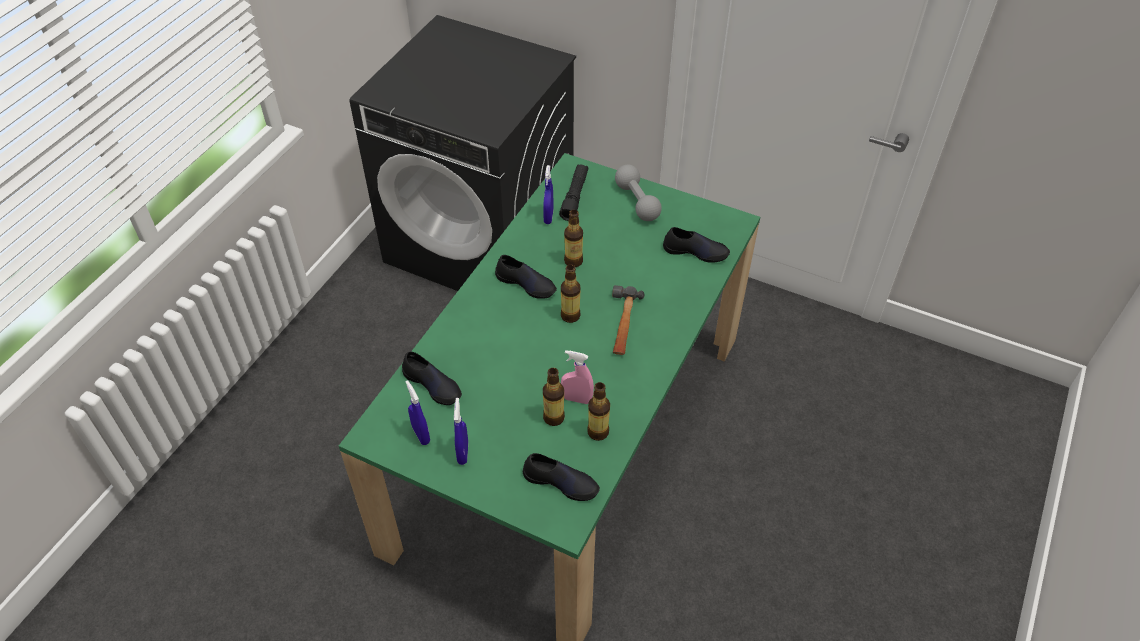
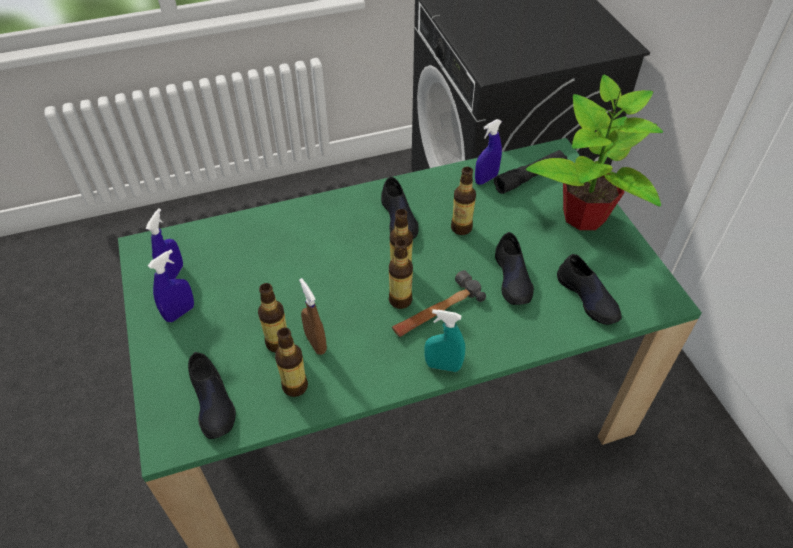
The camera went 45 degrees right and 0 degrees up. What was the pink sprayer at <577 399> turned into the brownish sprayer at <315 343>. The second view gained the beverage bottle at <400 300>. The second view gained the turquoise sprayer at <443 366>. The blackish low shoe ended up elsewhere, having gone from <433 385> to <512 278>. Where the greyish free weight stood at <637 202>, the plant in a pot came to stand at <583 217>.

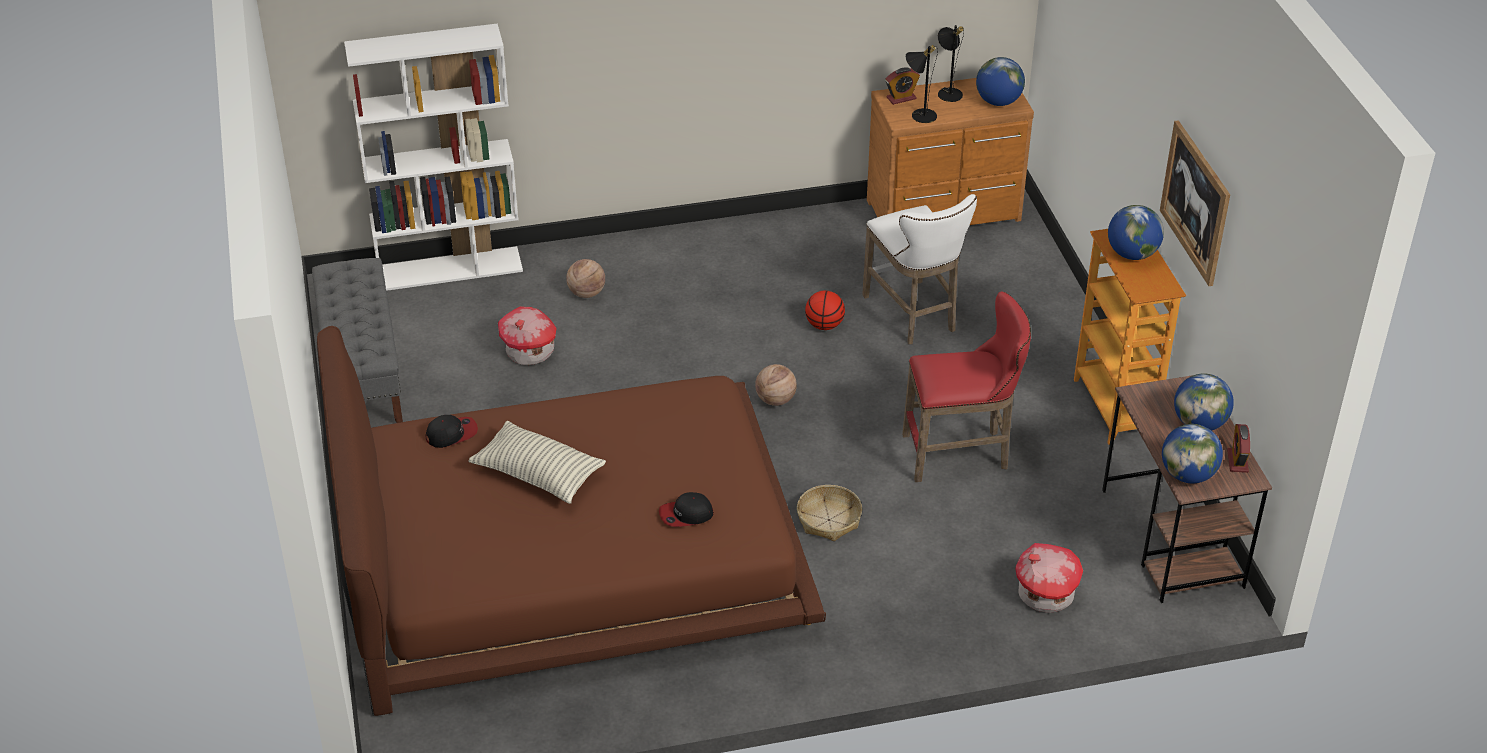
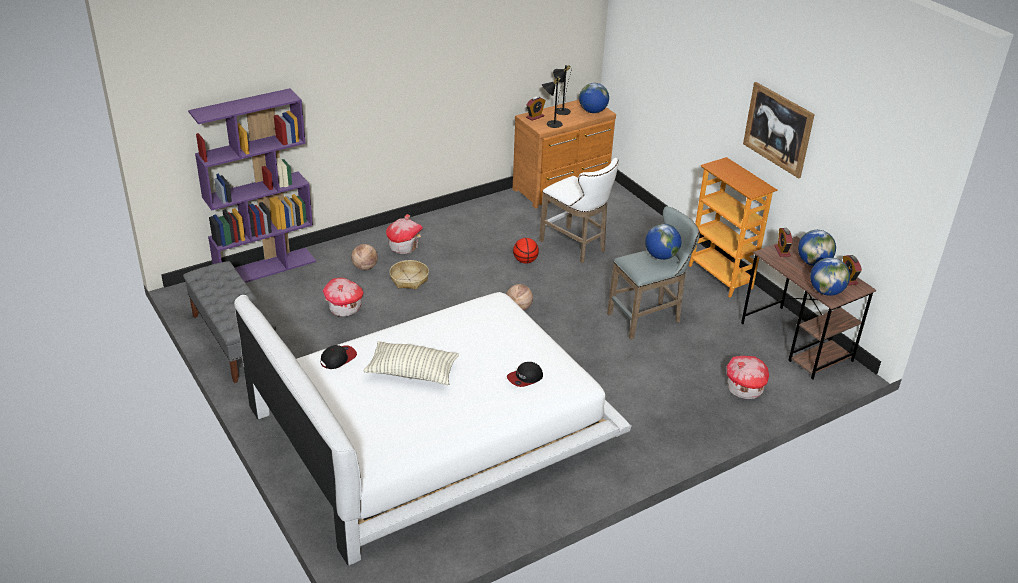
The camera went 20 degrees left and 5 degrees down. What was the white bookcase at <450 269> turned into the purple-coloured bookcase at <266 268>. What was the brownish bedroom bed at <569 554> turned into the white bedroom bed at <433 427>. The second view gained the toy house at <404 246>. The basket ended up elsewhere, having gone from <829 520> to <409 279>. What was the red stool seat at <961 454> turned into the greyish stool seat at <648 318>. The globe ended up elsewhere, having gone from <1132 254> to <661 256>. The second view gained the bedside clock at <782 251>.

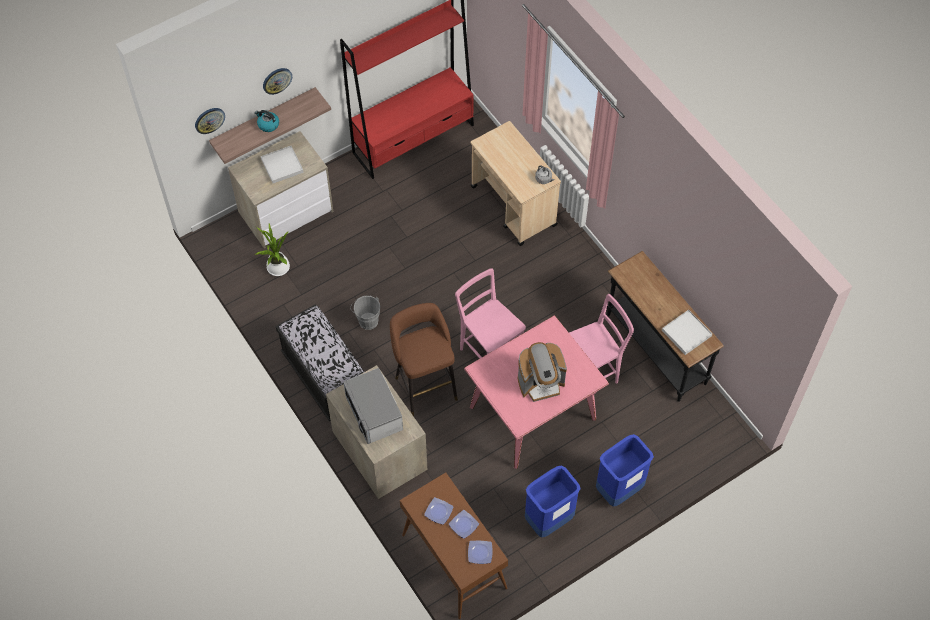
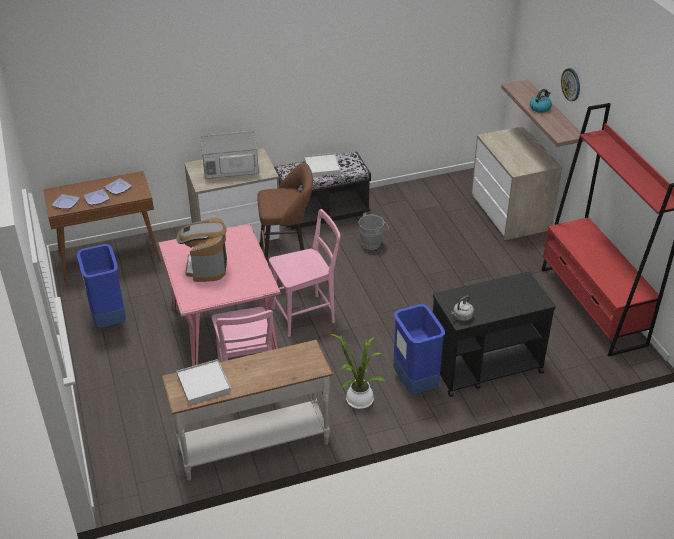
The camera went 105 degrees right and 20 degrees down. What was the blackish hall table at <655 349> turned into the white hall table at <253 444>. The white serving tray ended up elsewhere, having gone from <282 165> to <322 167>. The plant in a pot ended up elsewhere, having gone from <277 269> to <357 399>. The bluish trash can ended up elsewhere, having gone from <619 490> to <414 383>. What was the beige wheeled cart at <514 206> turned into the blackish wheeled cart at <484 367>. The second view lost the wall clock at <209 120>.

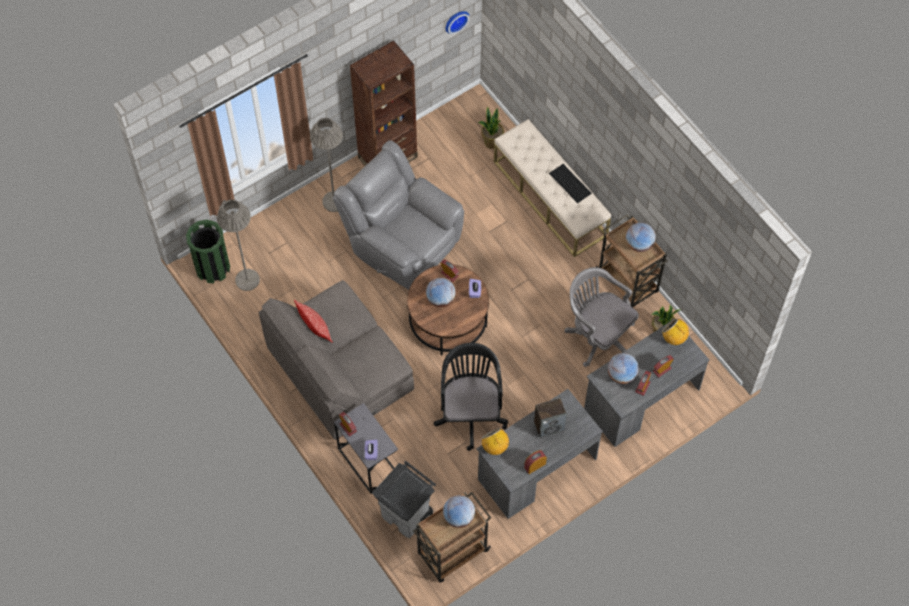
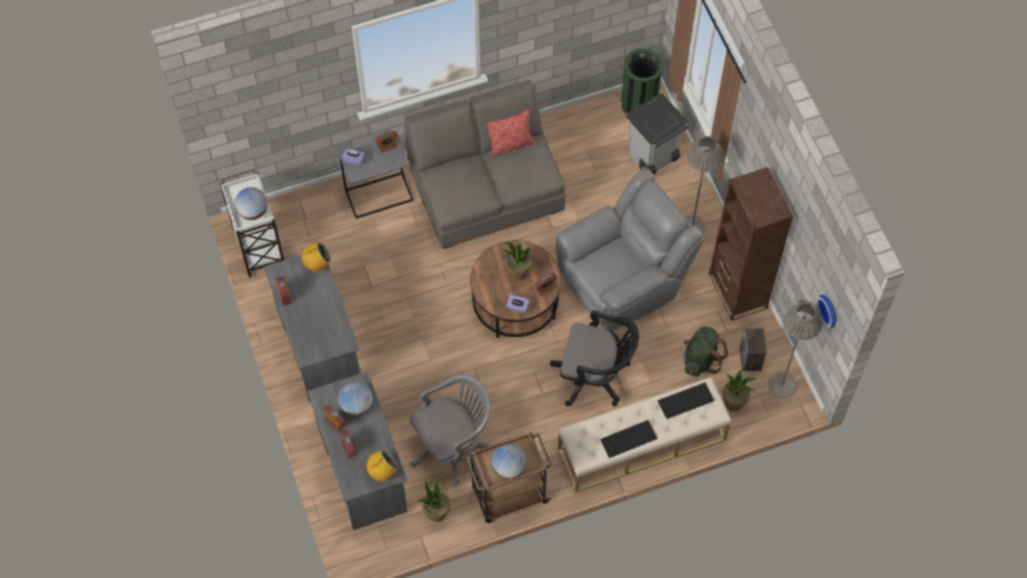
The camera went 105 degrees right and 0 degrees up. What was the brownish wheeled cart at <452 553> turned into the white wheeled cart at <258 245>. Where the globe stood at <440 299>, the plant in a pot came to stand at <518 272>. The blackish office chair ended up elsewhere, having gone from <470 412> to <595 376>. The greyish trash can ended up elsewhere, having gone from <407 515> to <652 158>. The second view gained the computer keyboard at <685 401>. The second view gained the green-coloured knapsack at <701 359>. The loudspeaker ended up elsewhere, having gone from <549 426> to <750 359>. The greyish standing lamp ended up elsewhere, having gone from <247 280> to <782 385>.

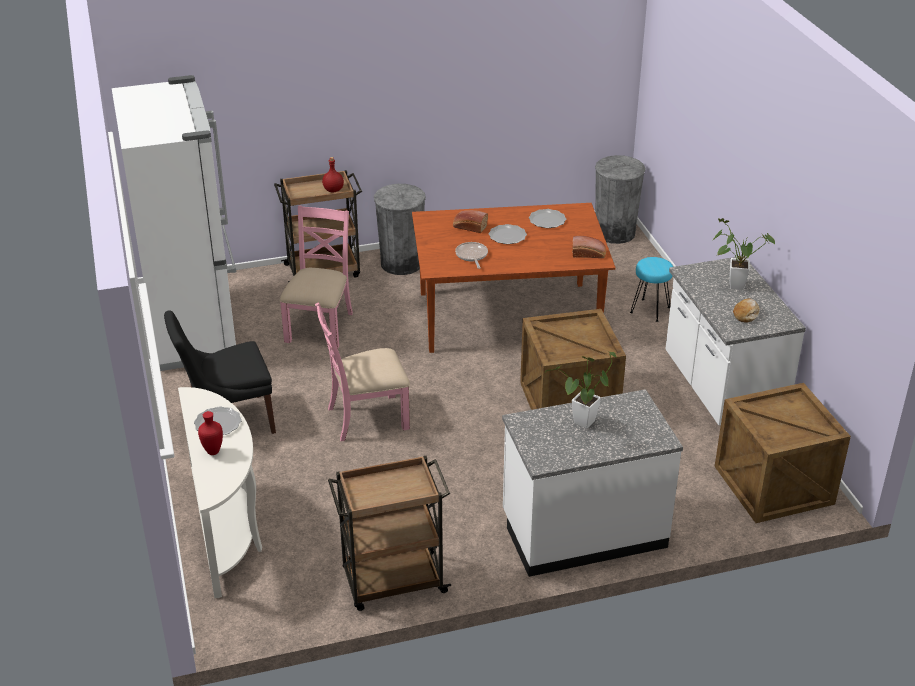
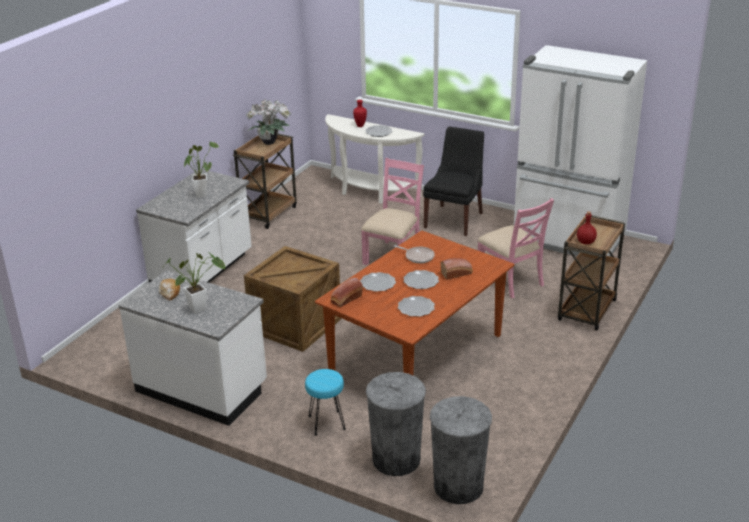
The camera went 135 degrees right and 5 degrees down. The second view gained the plant in a pot at <270 143>. The second view gained the dinner plate at <378 284>. The greyish trash can ended up elsewhere, having gone from <401 263> to <396 459>. The second view lost the packing crate at <775 485>.

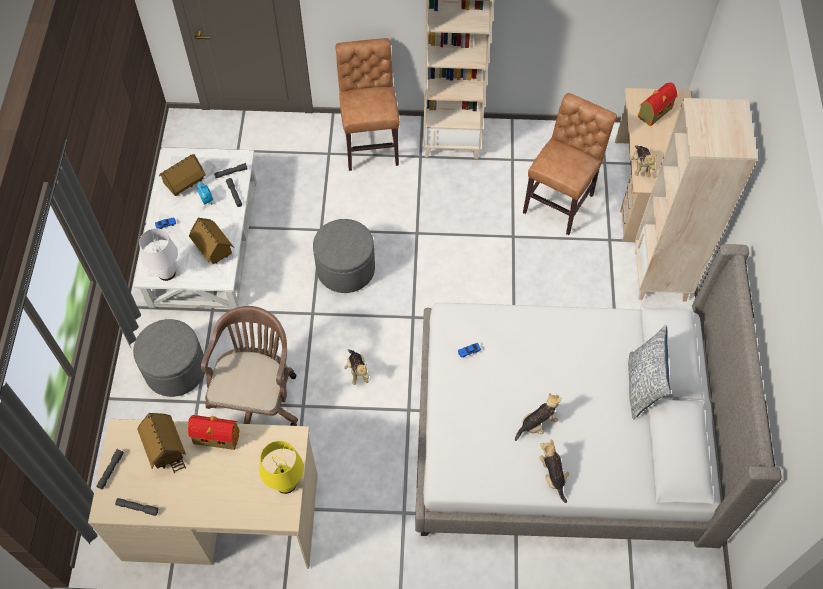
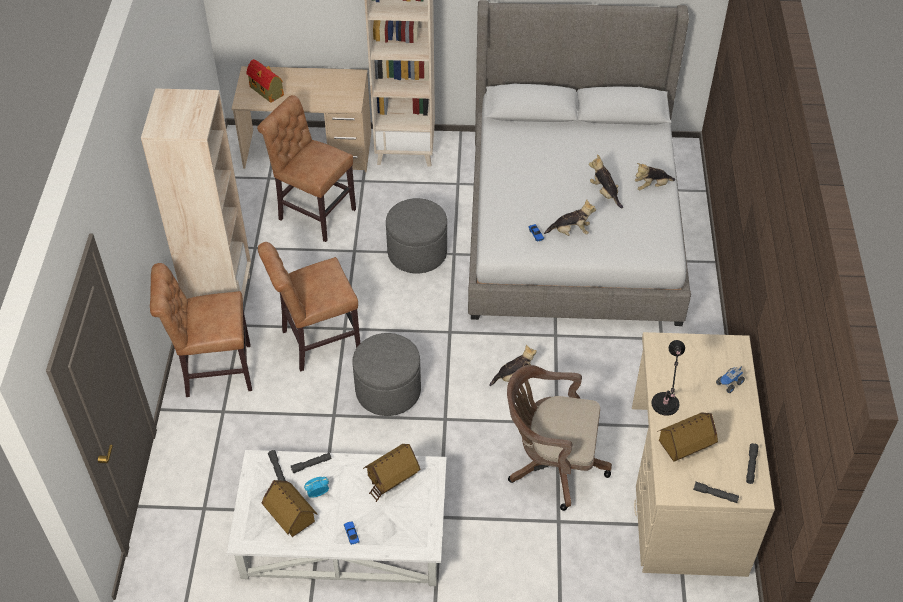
The camera went 90 degrees left and 10 degrees down. The second view gained the brownish upright chair at <316 342>. The greyish pouffe ended up elsewhere, having gone from <175 369> to <417 252>. The cuddly toy ended up elsewhere, having gone from <640 166> to <570 232>. Where the toy house stood at <215 437>, the blackish table lamp came to stand at <665 406>. The second view gained the toy truck at <729 384>. The second view lost the white table lamp at <166 273>. The second view lost the yellow-coloured table lamp at <286 484>. The second view lost the throw pillow at <642 386>.

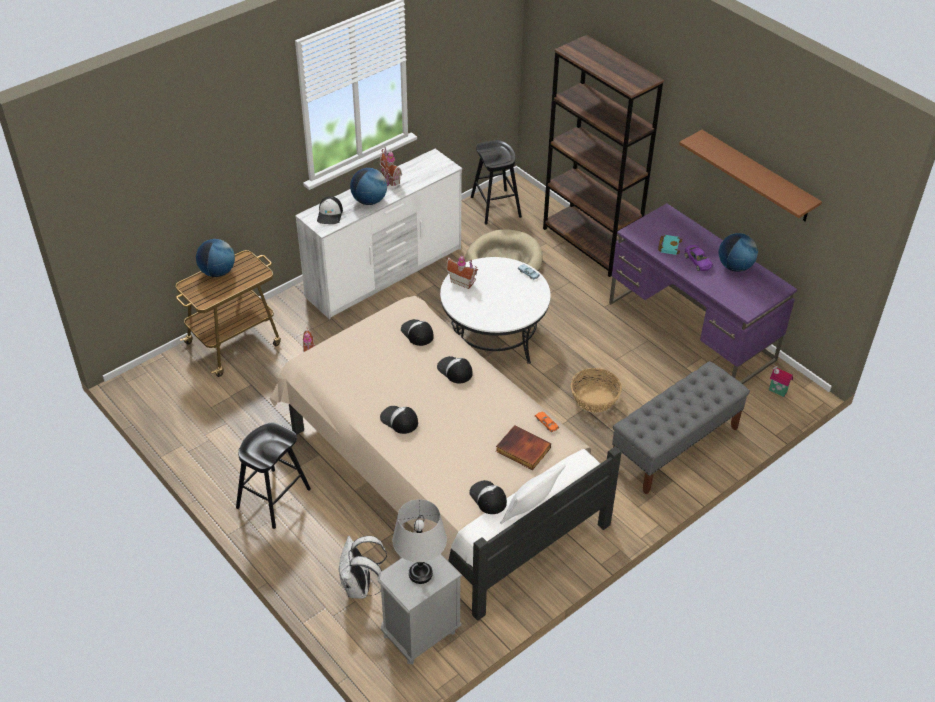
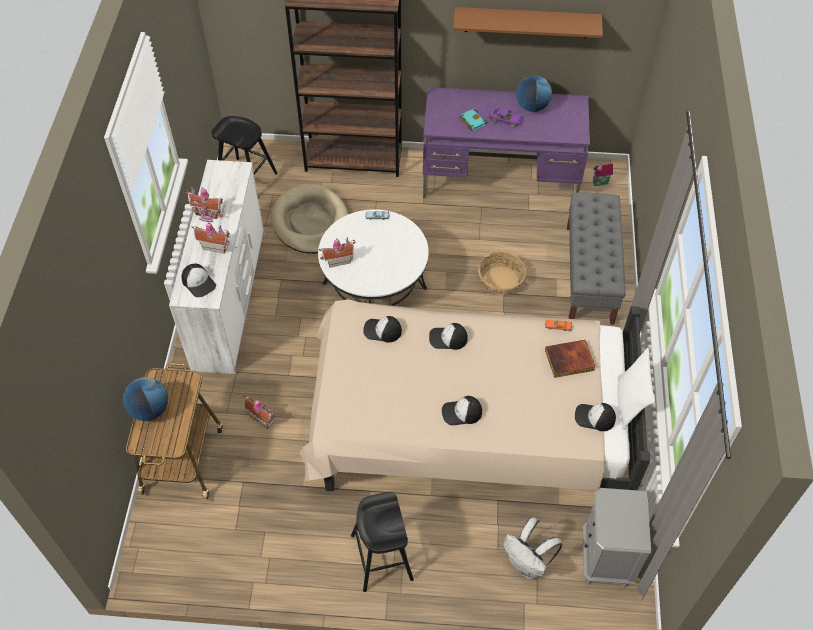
The camera went 45 degrees left and 10 degrees up. Where the globe stood at <369 201>, the toy house came to stand at <215 245>. The second view lost the greyish table lamp at <420 573>.

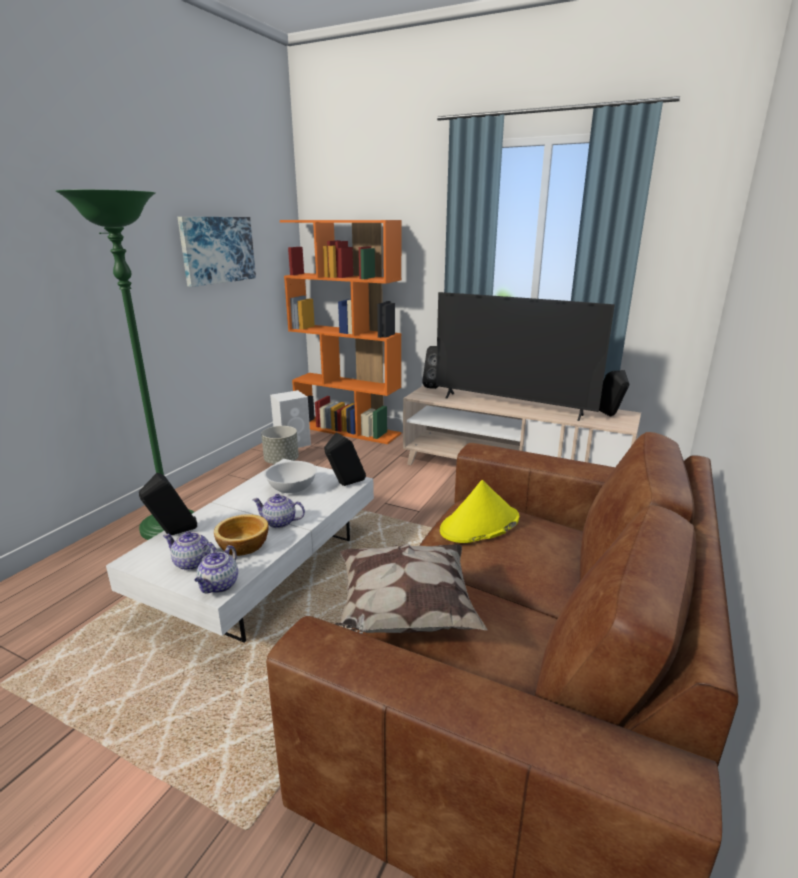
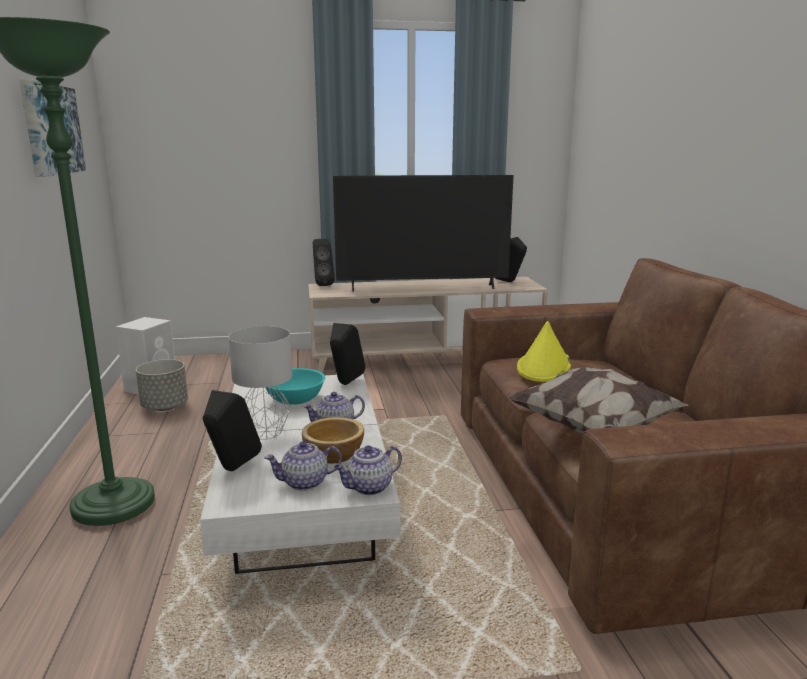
The camera went 35 degrees left and 5 degrees down. The second view gained the greyish table lamp at <267 433>. What was the white bowl at <291 488> turned into the turquoise bowl at <294 400>. The teapot at <219 586> ended up facing another way, 75 degrees clockwise from before. The second view lost the orange bookcase at <348 430>.

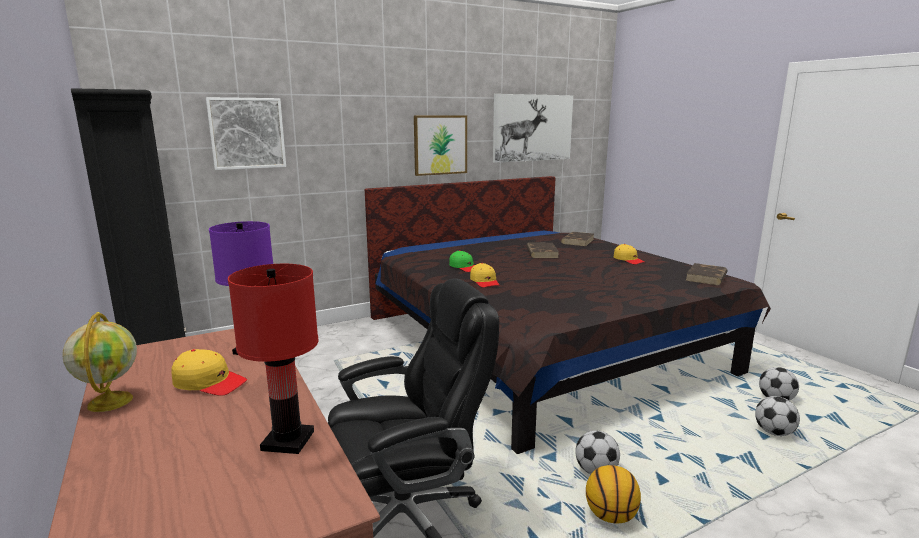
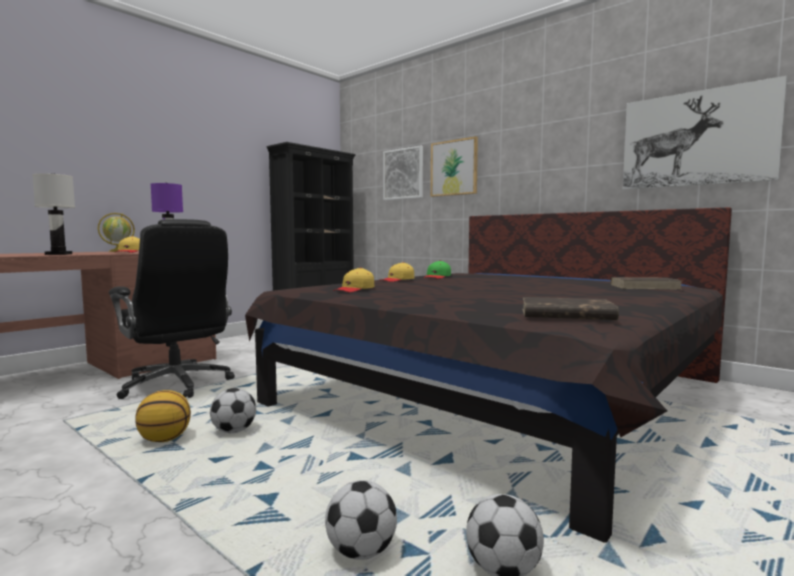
The camera went 70 degrees right and 10 degrees down. What was the red table lamp at <287 440> turned into the white table lamp at <59 254>. The yellow-coloured peaked cap ended up elsewhere, having gone from <628 260> to <354 289>. The picture ended up elsewhere, having gone from <440 145> to <454 168>. The second view lost the brownish volume at <541 253>.

